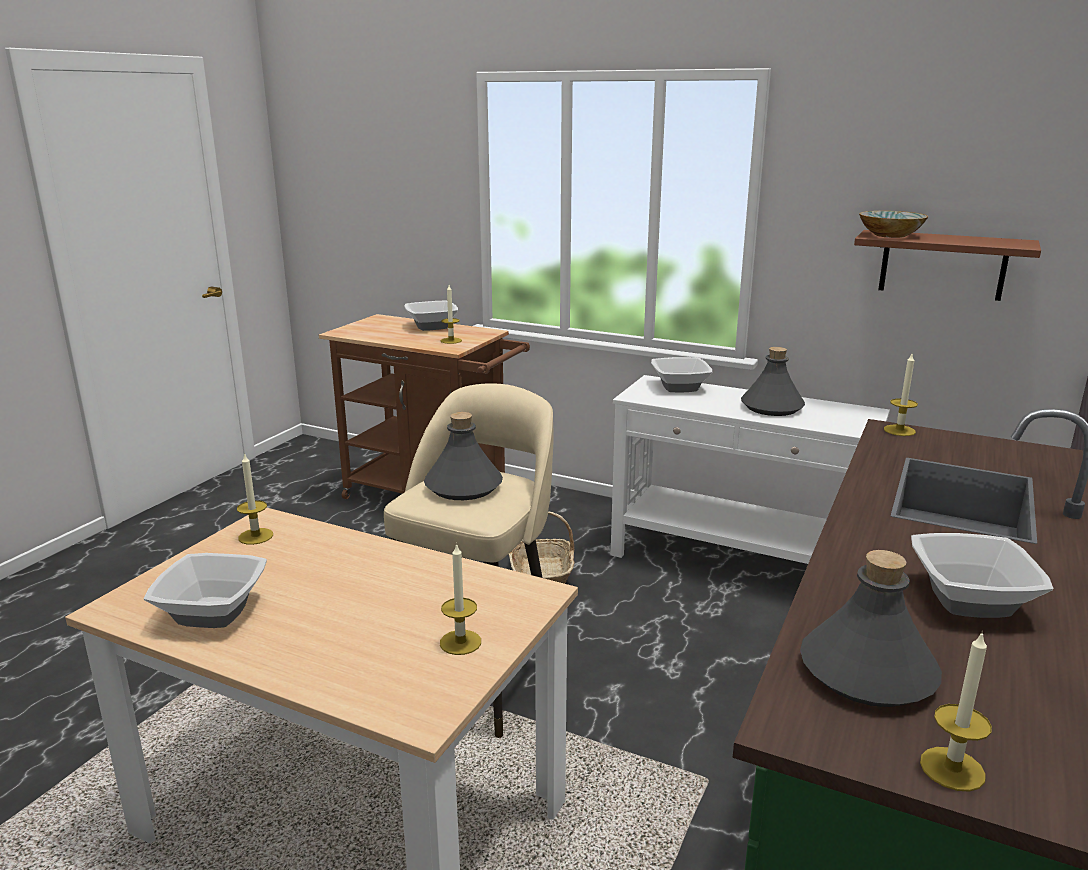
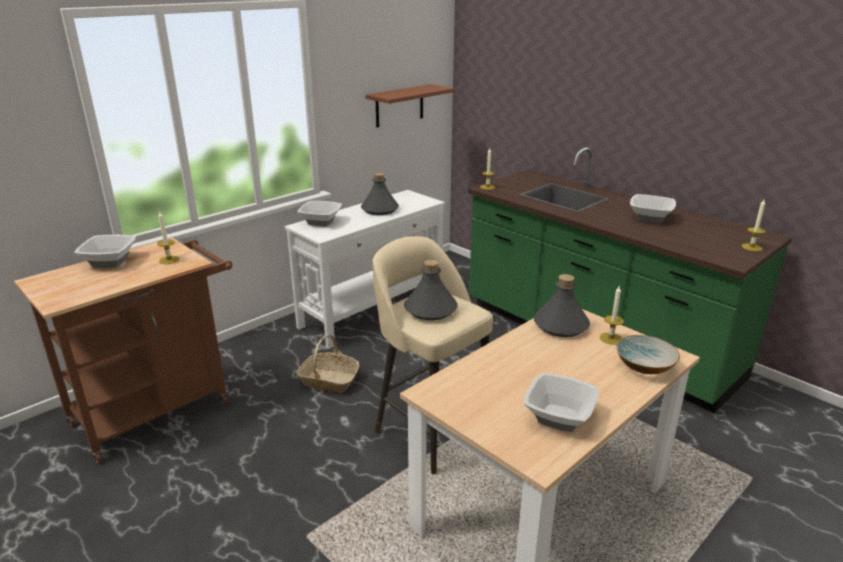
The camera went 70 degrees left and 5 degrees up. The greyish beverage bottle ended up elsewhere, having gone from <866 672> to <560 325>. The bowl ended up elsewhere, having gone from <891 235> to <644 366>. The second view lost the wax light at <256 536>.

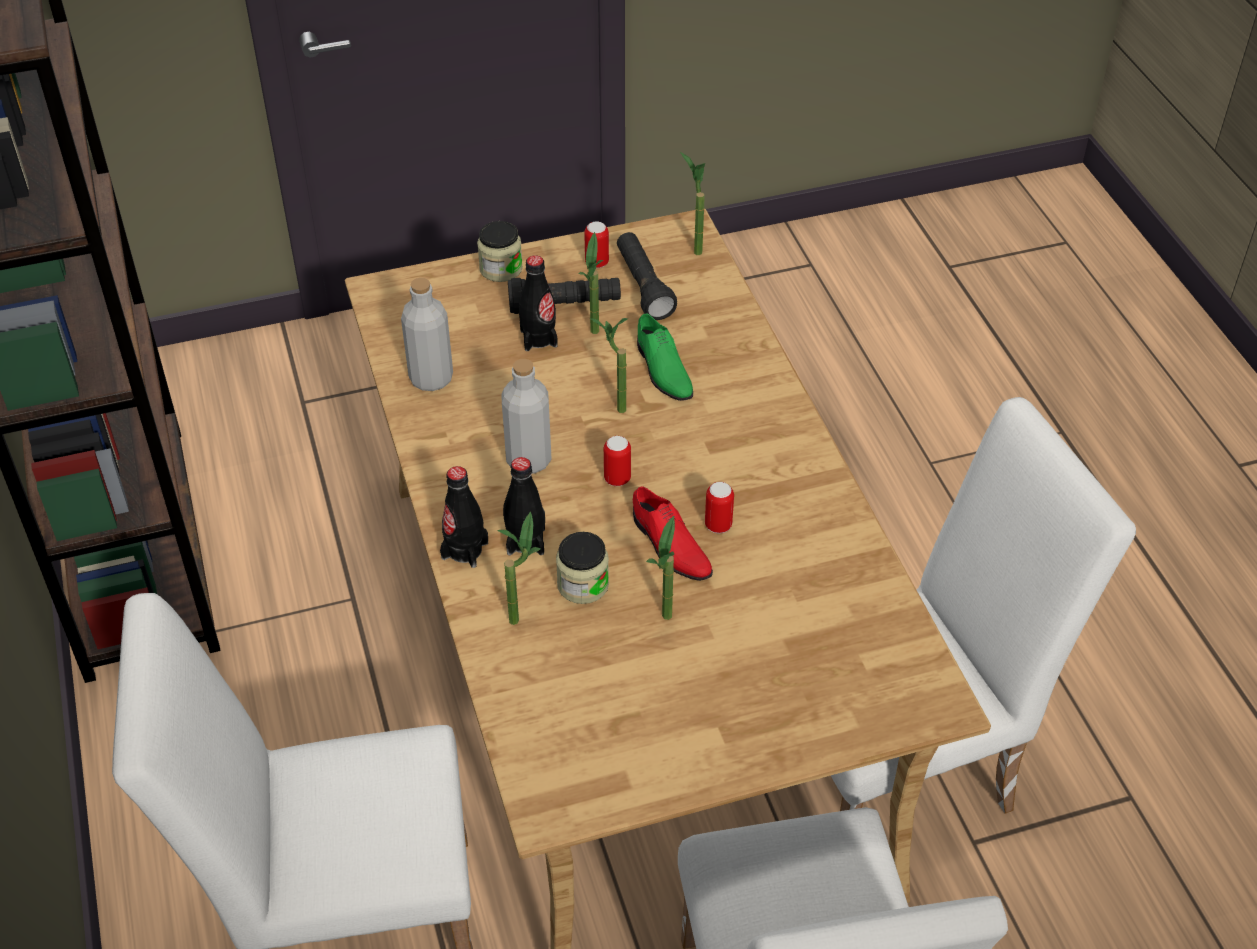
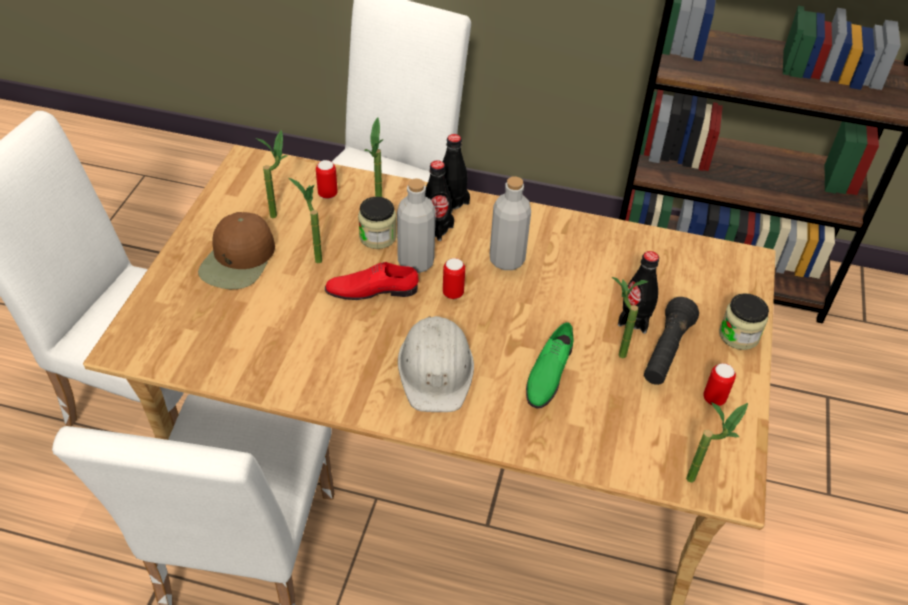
The camera went 120 degrees right and 0 degrees up. The second view gained the brownish peaked cap at <238 260>. The plant in a pot ended up elsewhere, having gone from <612 407> to <280 213>. The metal can ended up elsewhere, having gone from <718 525> to <327 194>. The greyish beverage bottle ended up elsewhere, having gone from <431 378> to <416 262>. The second view gained the white hard hat at <436 369>. The green-coloured low shoe at <662 369> ended up facing another way, 75 degrees counterclockwise from before. The second view lost the blackish hand torch at <643 286>.

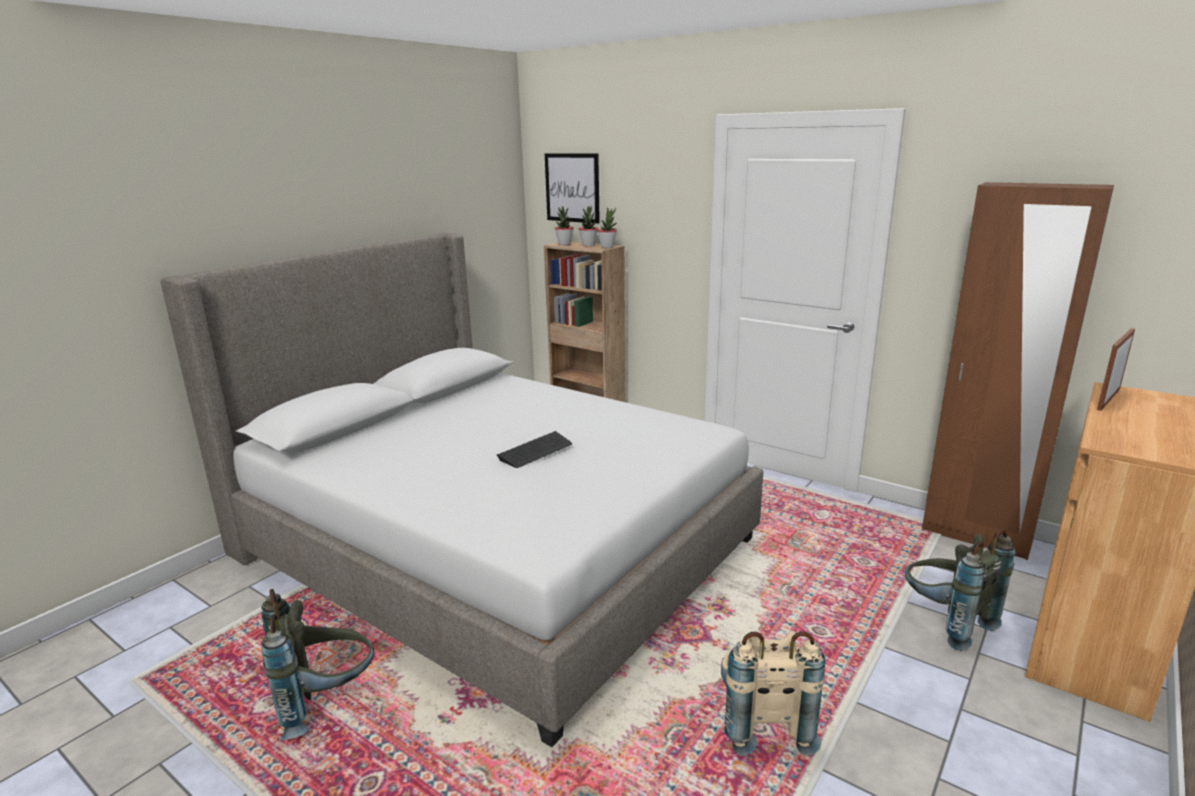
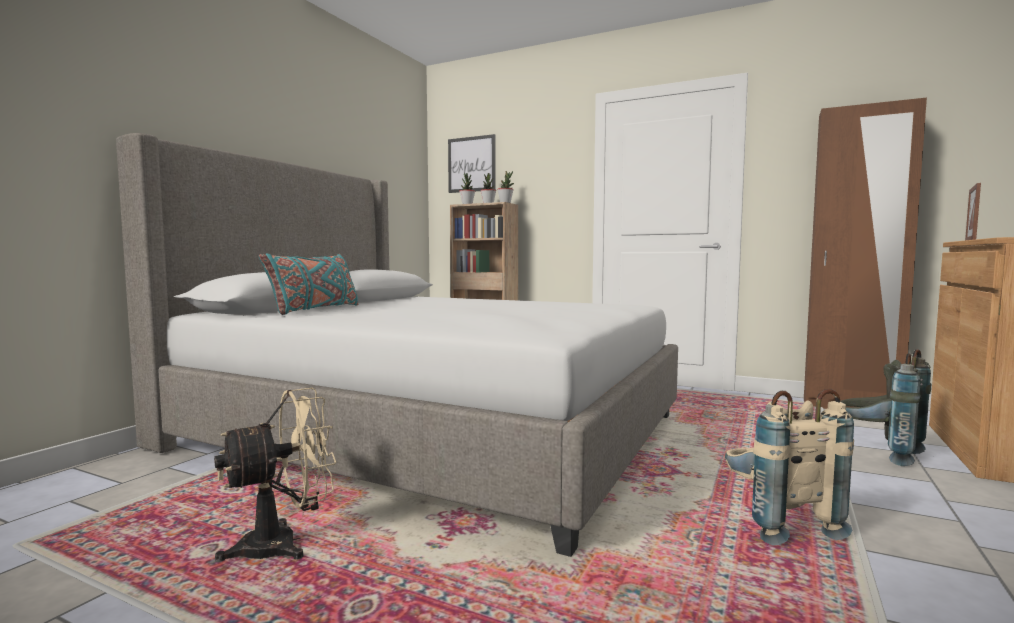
The camera went 10 degrees left and 15 degrees down. Where the greyish knapsack stood at <327 702>, the beige cooling fan came to stand at <284 544>. The second view gained the turquoise throw pillow at <315 310>. The second view lost the computer keyboard at <535 451>.

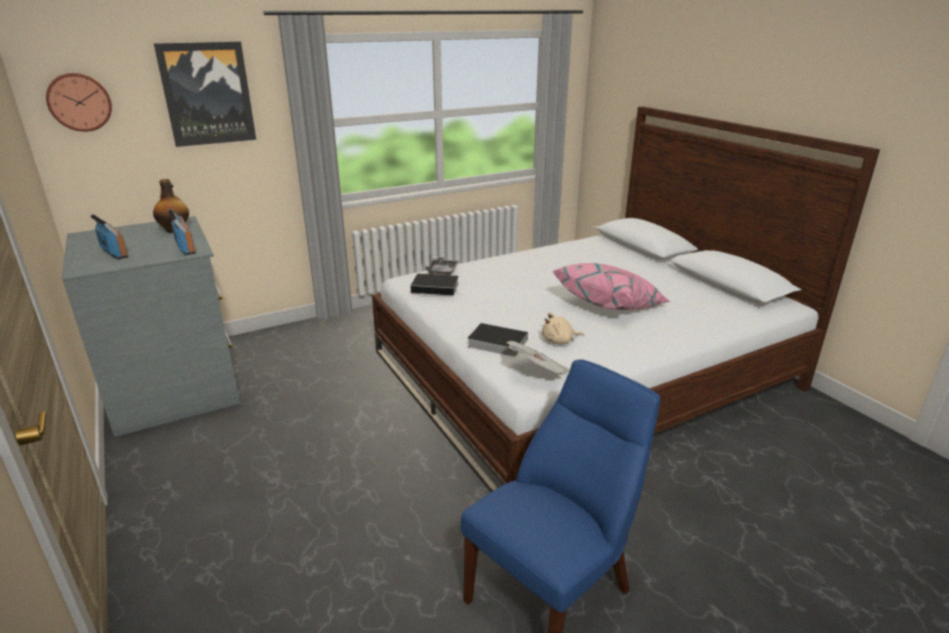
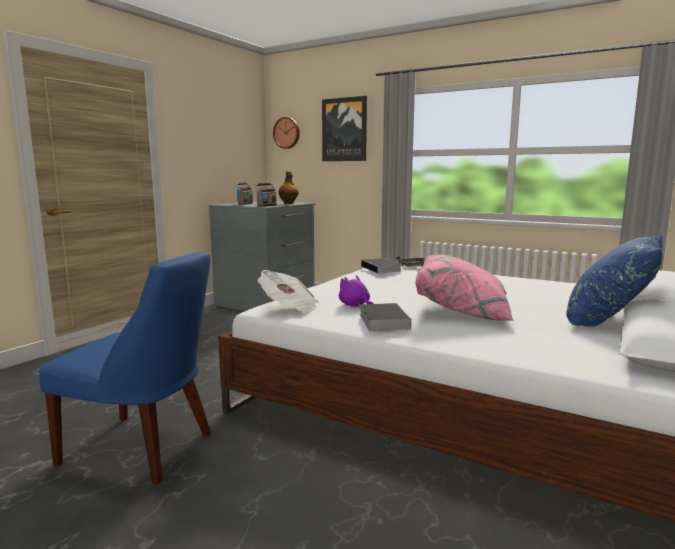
The camera went 60 degrees right and 15 degrees down. What was the beige cuddly toy at <559 341> turned into the purple-coloured cuddly toy at <355 305>. The volume ended up elsewhere, having gone from <495 343> to <382 320>. The second view gained the bluish throw pillow at <609 320>.

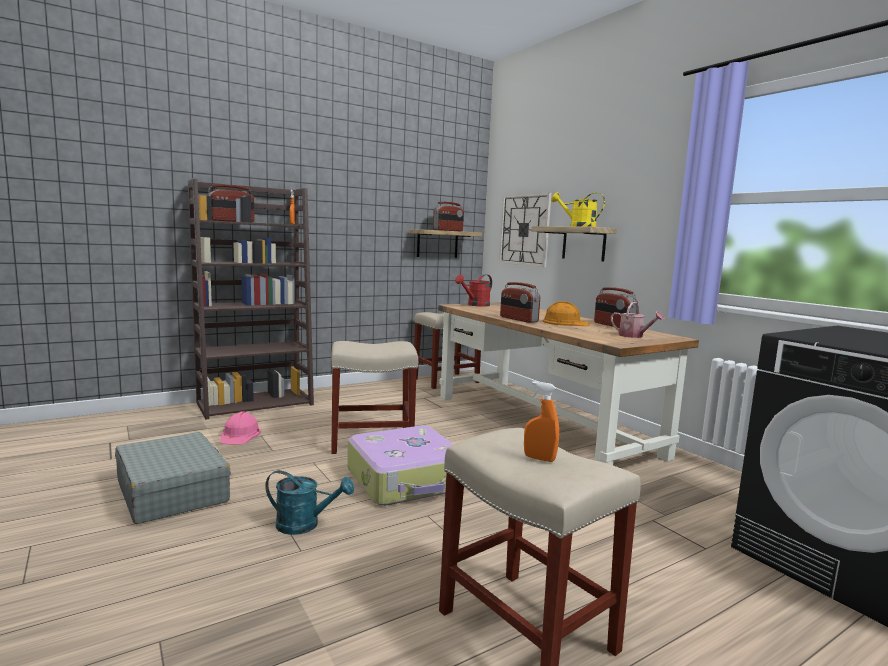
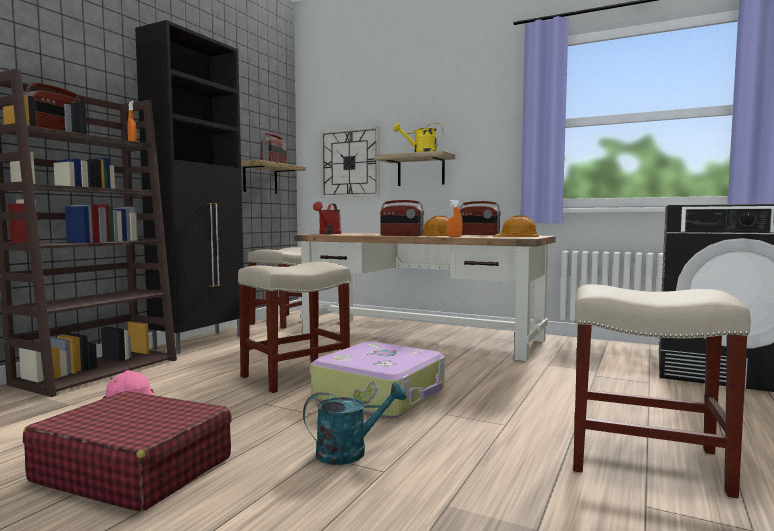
The camera went 30 degrees left and 5 degrees down. What was the greyish suitcase at <172 491> turned into the red suitcase at <133 469>. The second view gained the blackish storage cabinet at <201 342>. The orange sprayer ended up elsewhere, having gone from <539 458> to <454 236>. Where the watering can stood at <634 336>, the orange hard hat came to stand at <515 236>.

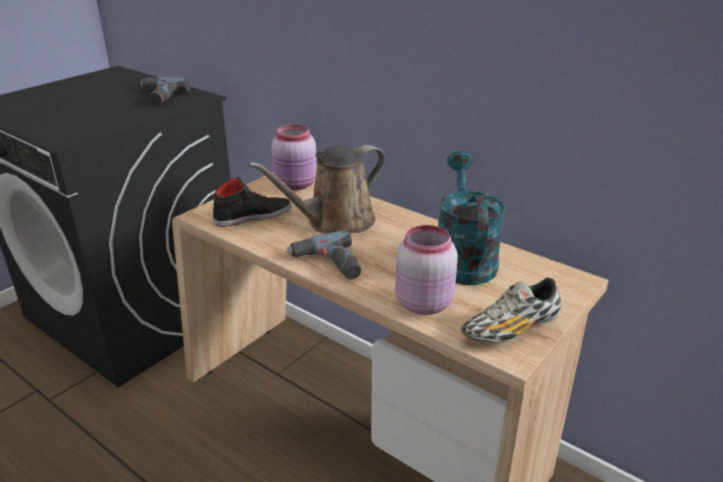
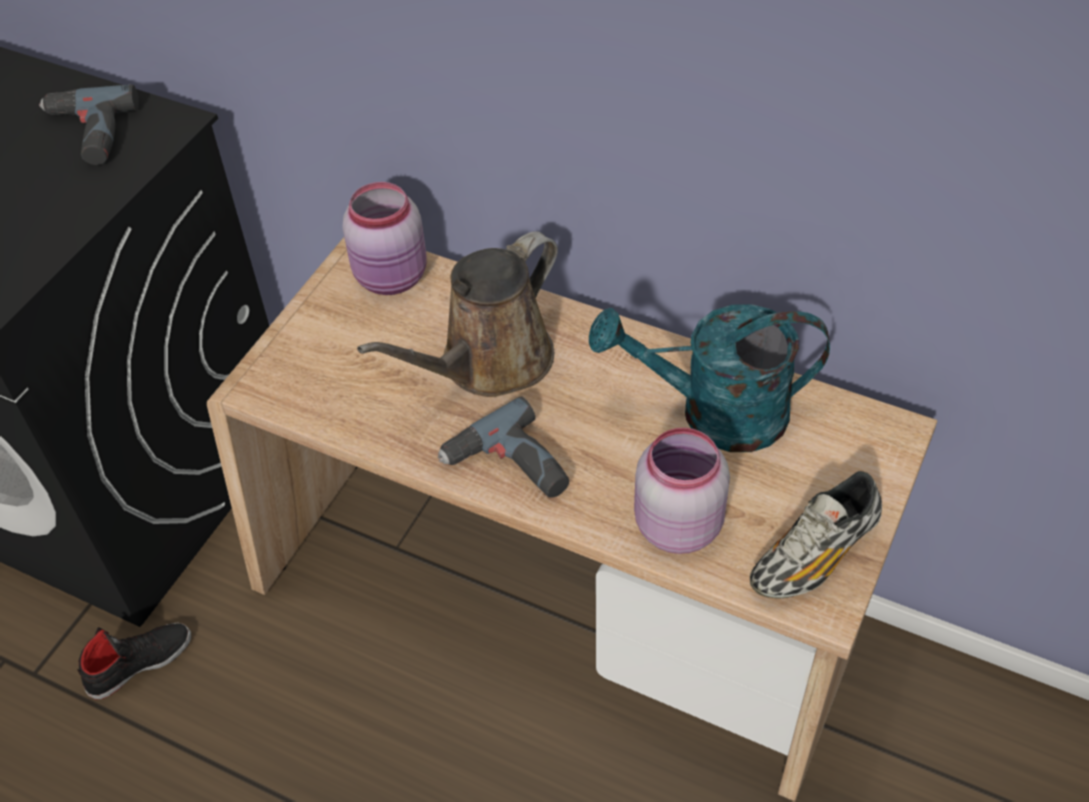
The camera went 10 degrees left and 20 degrees up. The blackish low shoe ended up elsewhere, having gone from <252 216> to <139 662>. The turquoise watering can at <463 258> ended up facing another way, 75 degrees counterclockwise from before.

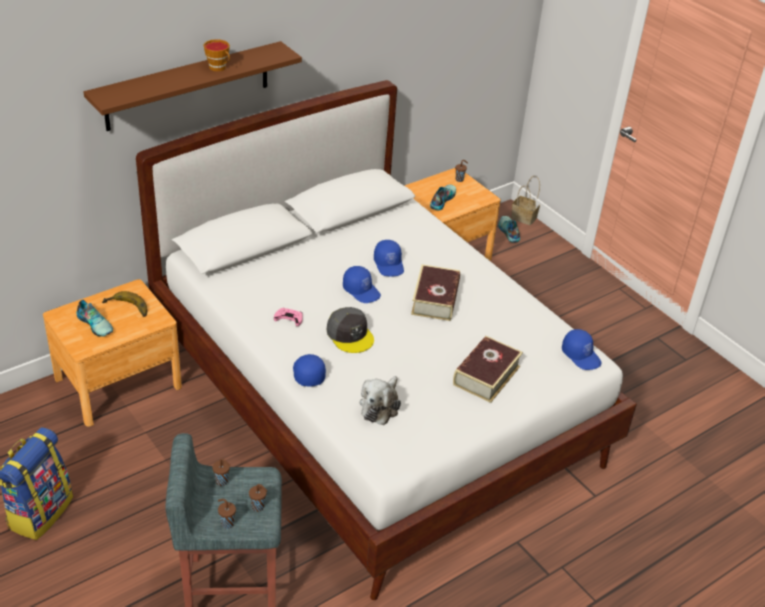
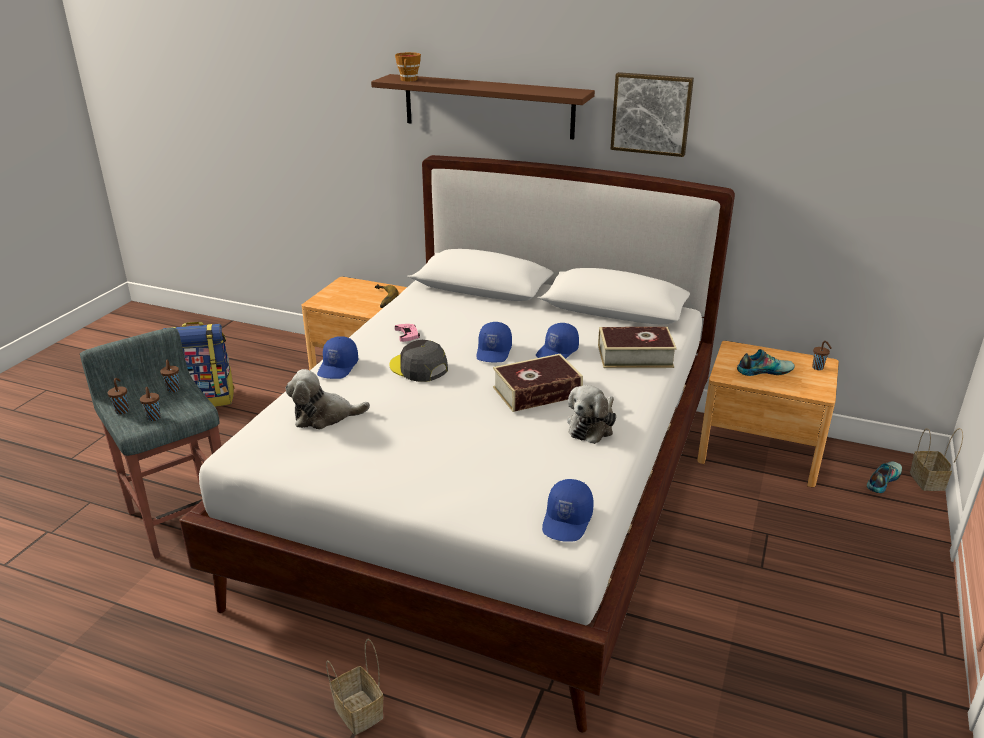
The camera went 60 degrees right and 10 degrees down. The bluish peaked cap at <307 373> ended up facing another way, 150 degrees clockwise from before. The second view gained the basket at <357 711>. The greyish peaked cap at <350 335> ended up facing another way, 105 degrees clockwise from before. The drinking cup ended up elsewhere, having gone from <219 68> to <408 80>. The second view gained the cuddly toy at <592 426>. The volume ended up elsewhere, having gone from <486 375> to <635 356>. The second view gained the picture at <651 113>. The second view lost the low shoe at <96 324>.

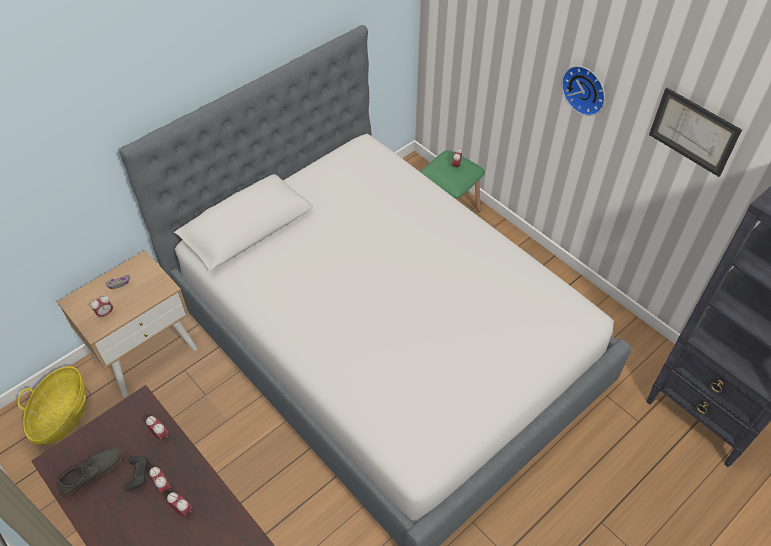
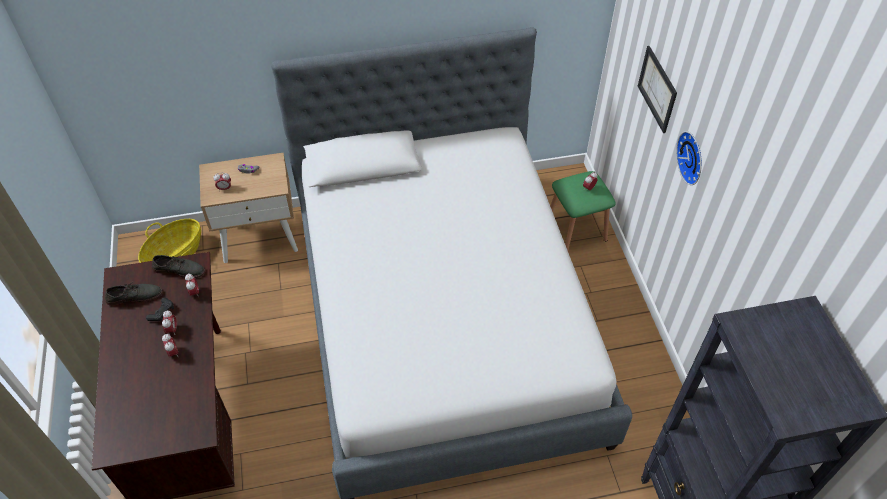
The camera went 30 degrees right and 0 degrees up. The second view gained the greyish low shoe at <179 269>. The picture ended up elsewhere, having gone from <693 131> to <657 89>.

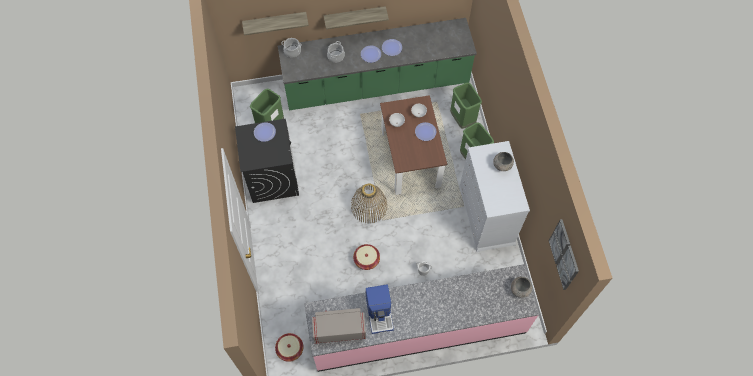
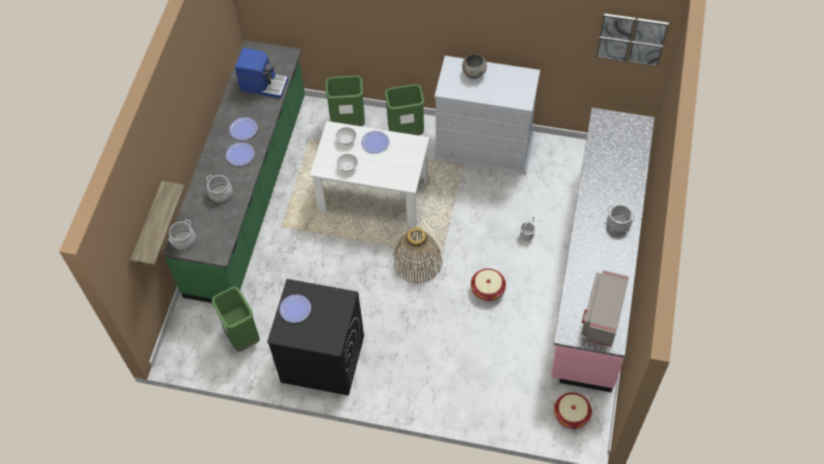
The camera went 65 degrees left and 5 degrees down. The coffee machine ended up elsewhere, having gone from <380 313> to <264 84>. What was the brownish kitchen table at <410 158> turned into the white kitchen table at <373 195>. The second view gained the saucepot at <618 223>. The second view lost the shelf at <354 16>. The second view lost the greyish bowl at <519 290>.

